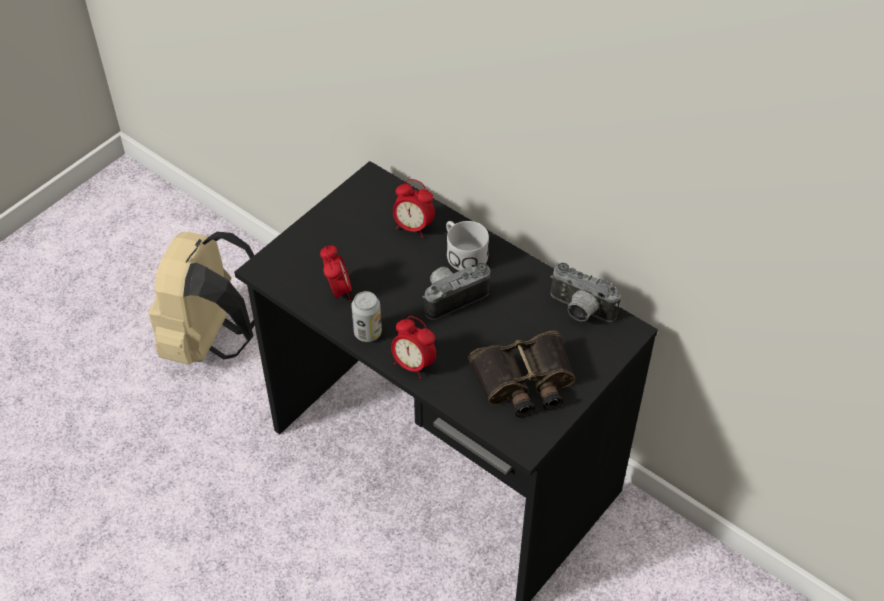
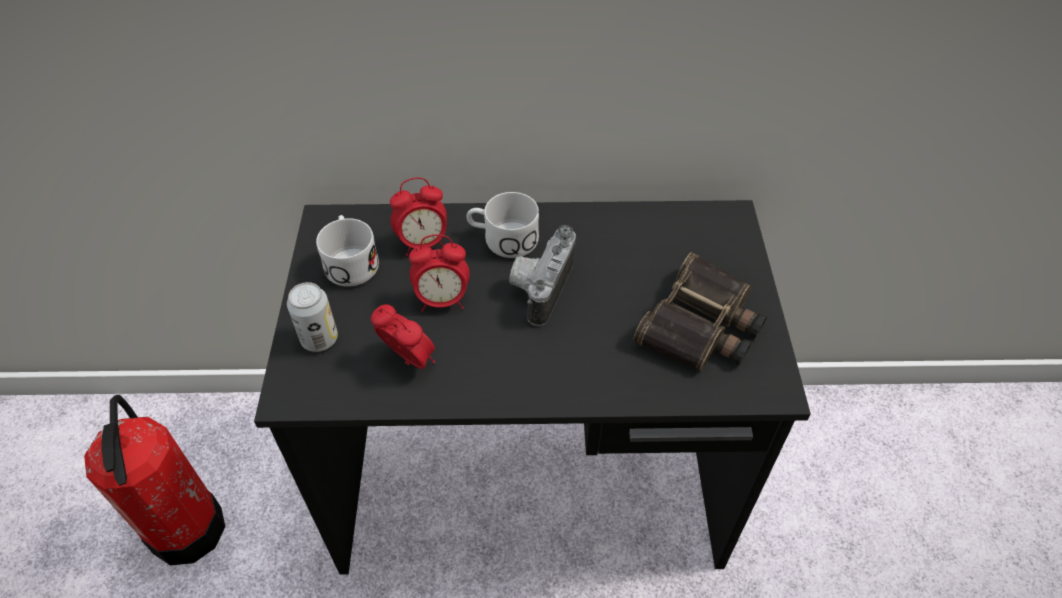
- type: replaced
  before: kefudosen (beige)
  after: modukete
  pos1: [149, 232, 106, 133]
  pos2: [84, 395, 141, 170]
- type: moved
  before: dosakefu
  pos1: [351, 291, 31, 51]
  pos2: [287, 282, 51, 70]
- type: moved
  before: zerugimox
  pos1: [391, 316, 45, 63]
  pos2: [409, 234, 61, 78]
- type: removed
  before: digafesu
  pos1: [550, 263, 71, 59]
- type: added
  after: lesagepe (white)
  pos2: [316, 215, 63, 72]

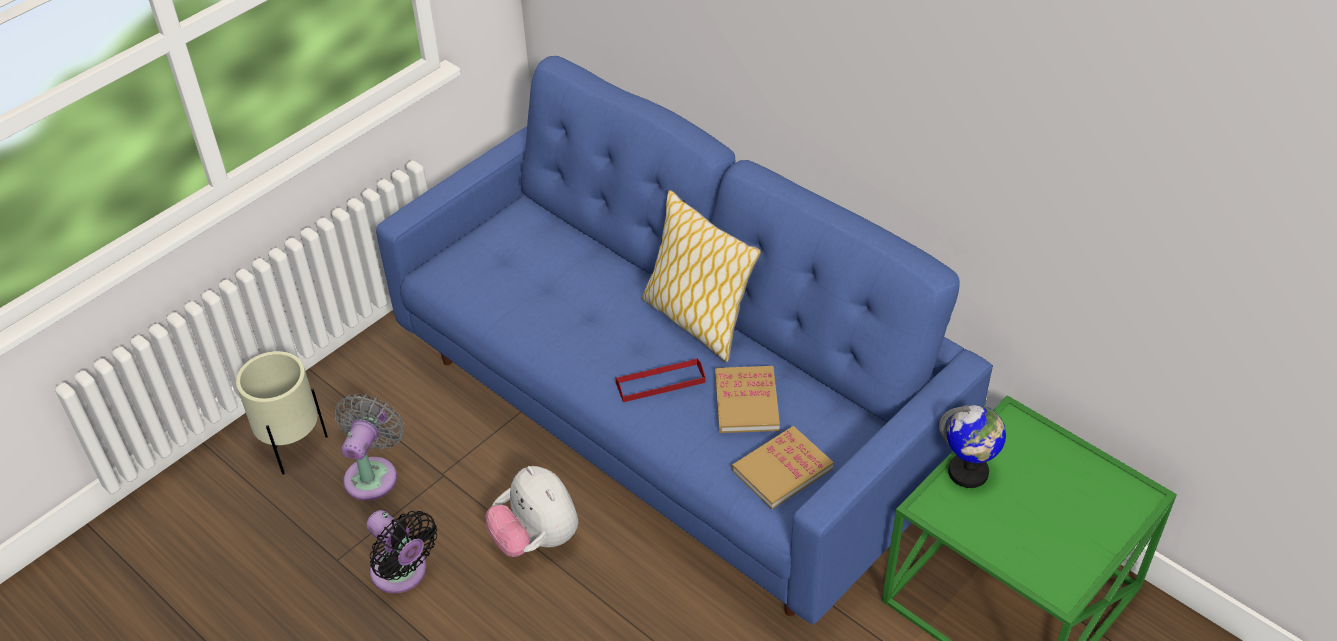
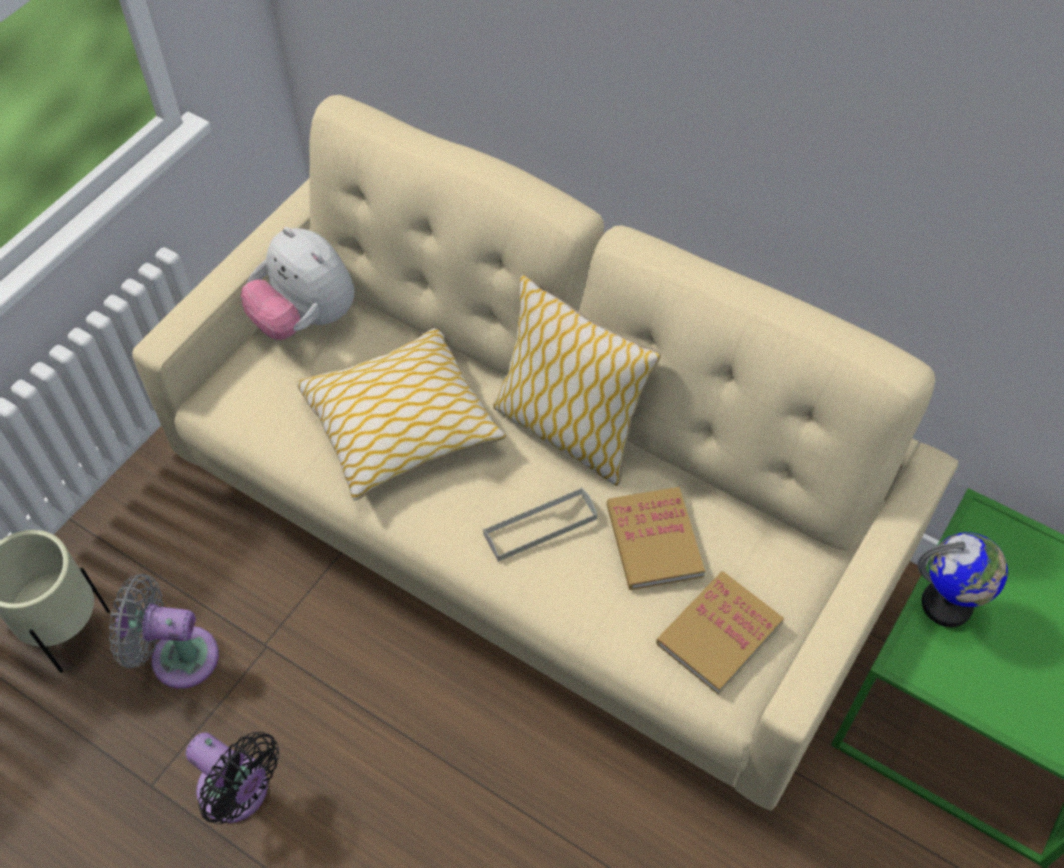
- type: turned
  before: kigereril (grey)
  pos1: [335, 393, 69, 107]
  pos2: [109, 574, 110, 115]
  turn: -90
- type: recoloured
  before: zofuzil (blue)
  after: zofuzil (beige)
  pos1: [376, 56, 617, 569]
  pos2: [132, 95, 826, 716]
- type: moved
  before: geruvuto
  pos1: [486, 466, 92, 91]
  pos2: [241, 227, 114, 113]
- type: recoloured
  before: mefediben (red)
  after: mefediben (grey)
  pos1: [616, 358, 90, 44]
  pos2: [483, 487, 114, 75]
- type: added
  after: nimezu
  pos2: [297, 328, 209, 172]

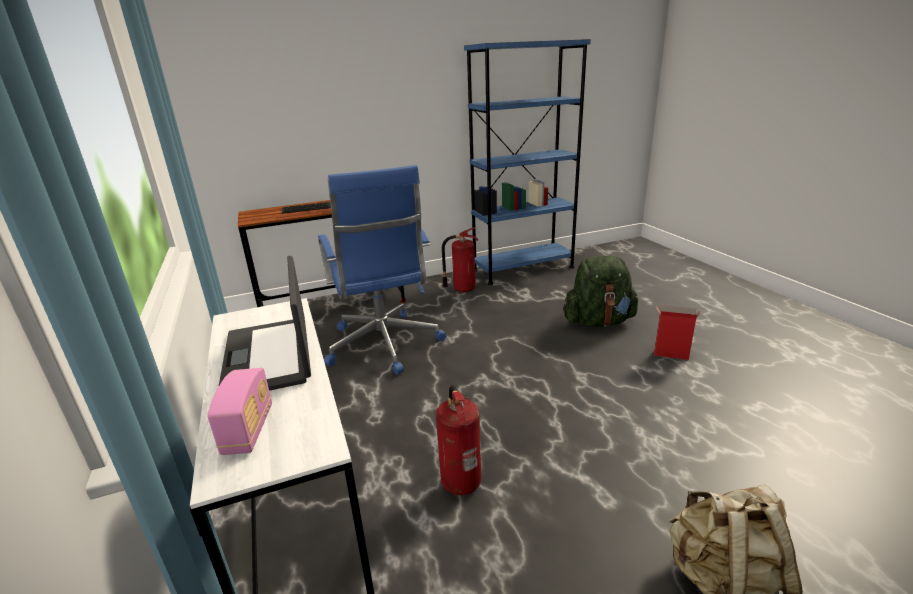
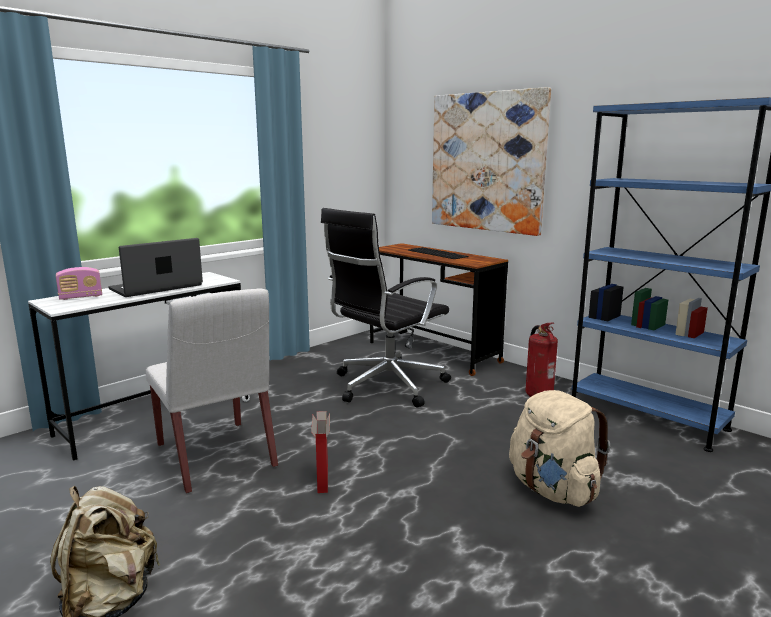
- type: recoloured
  before: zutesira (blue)
  after: zutesira (black)
  pos1: [318, 165, 128, 209]
  pos2: [321, 208, 130, 200]
- type: replaced
  before: modukete
  after: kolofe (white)
  pos1: [436, 385, 45, 110]
  pos2: [146, 288, 132, 206]
- type: recoloured
  before: kefudosen (green)
  after: kefudosen (beige)
  pos1: [563, 256, 76, 72]
  pos2: [509, 390, 101, 117]
- type: moved
  before: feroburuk
  pos1: [654, 305, 46, 55]
  pos2: [311, 411, 19, 82]
- type: added
  after: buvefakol
  pos2: [432, 87, 119, 149]

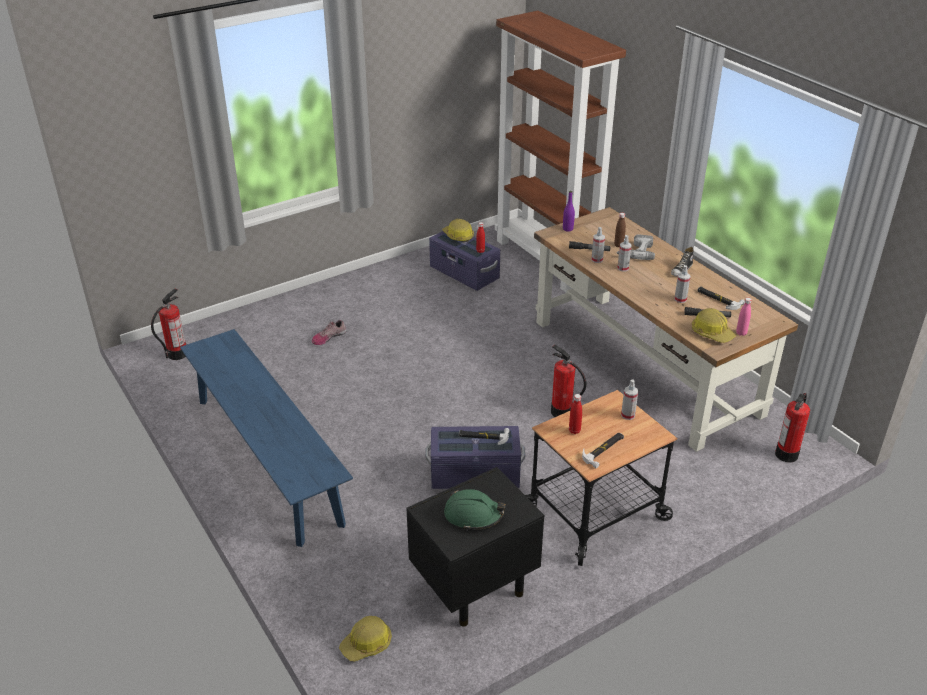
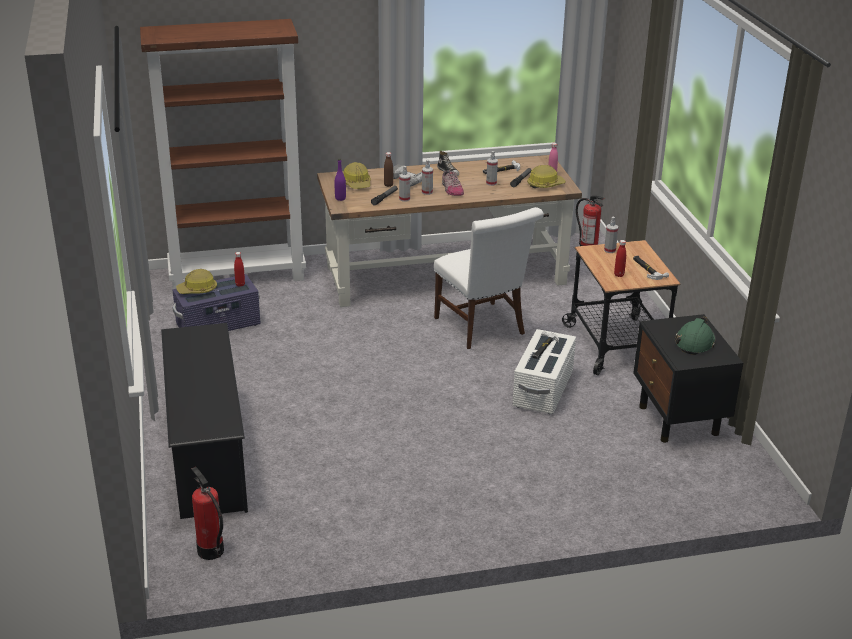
- type: removed
  before: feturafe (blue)
  pos1: [180, 329, 173, 218]
- type: moved
  before: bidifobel
  pos1: [312, 320, 35, 25]
  pos2: [442, 170, 22, 26]
- type: moved
  before: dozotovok
  pos1: [339, 616, 53, 46]
  pos2: [343, 162, 28, 27]
- type: recoloured
  before: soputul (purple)
  after: soputul (white)
  pos1: [426, 426, 99, 63]
  pos2: [513, 329, 63, 85]
- type: replaced
  before: modukete
  after: kolofe (white)
  pos1: [551, 345, 35, 72]
  pos2: [434, 207, 110, 142]
- type: added
  after: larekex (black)
  pos2: [161, 323, 87, 196]

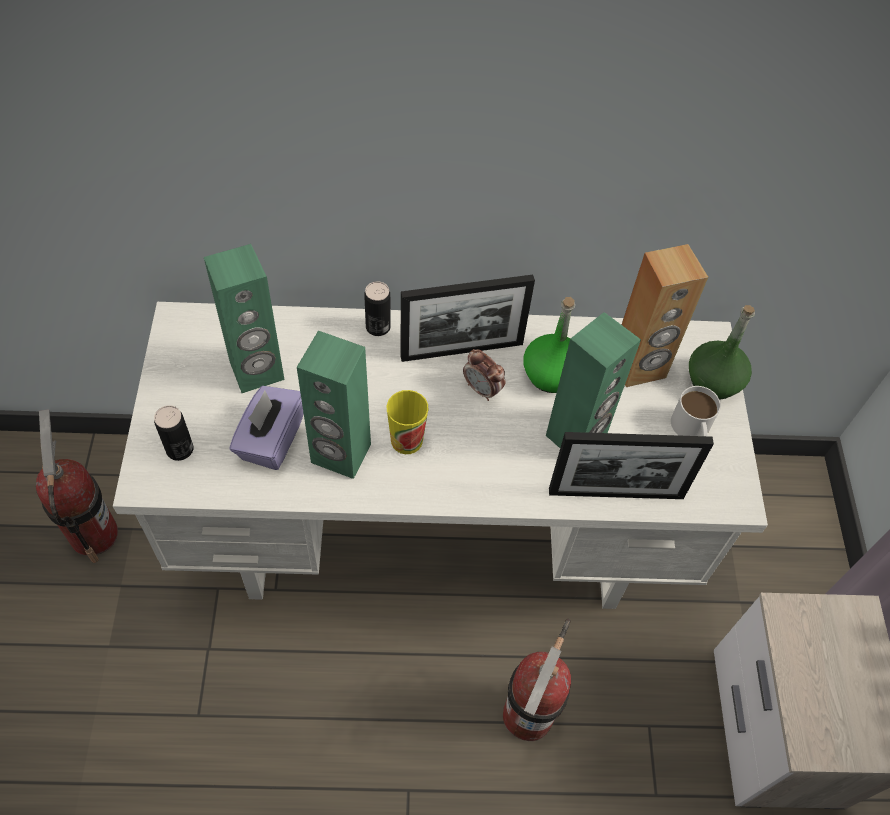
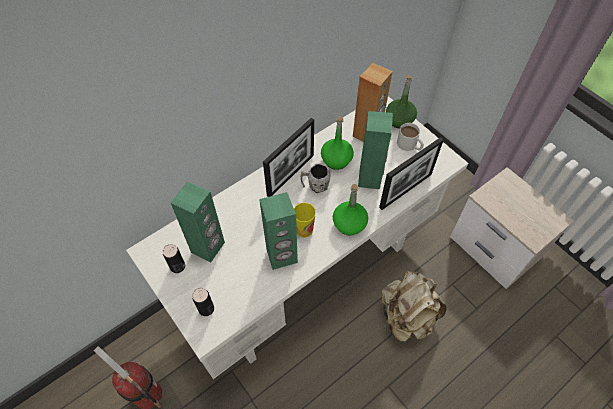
- type: removed
  before: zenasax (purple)
  pos1: [229, 386, 75, 84]
- type: moved
  before: dosakefu
  pos1: [364, 281, 27, 55]
  pos2: [162, 244, 23, 29]
- type: replaced
  before: zerugimox
  after: lesagepe (grey)
  pos1: [463, 349, 42, 52]
  pos2: [300, 164, 31, 29]
- type: replaced
  before: modukete
  after: kefudosen (beige)
  pos1: [503, 619, 68, 122]
  pos2: [382, 271, 65, 71]
- type: added
  after: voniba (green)
  pos2: [333, 184, 35, 51]

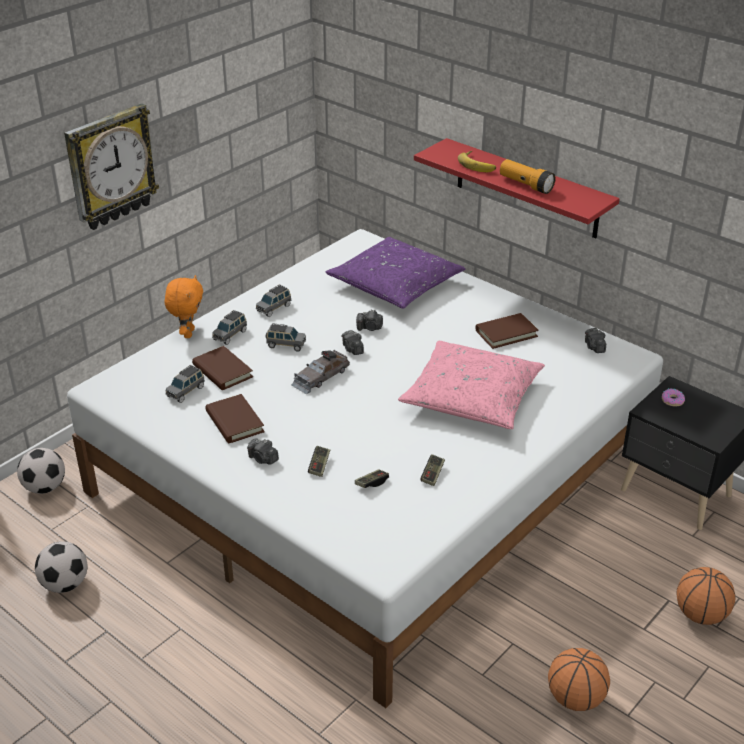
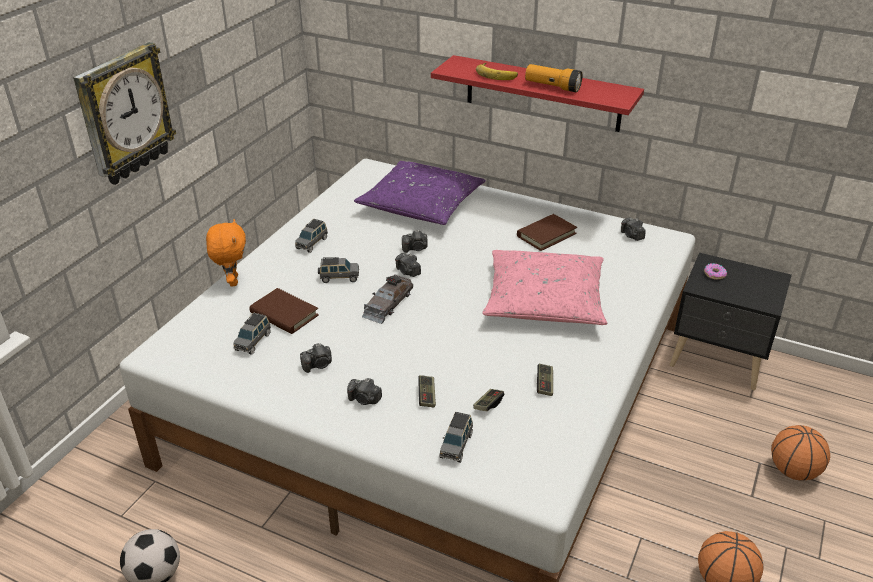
- type: removed
  before: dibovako
  pos1: [17, 448, 48, 46]
- type: replaced
  before: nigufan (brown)
  after: digafesu
  pos1: [205, 394, 60, 50]
  pos2: [300, 343, 32, 30]
- type: moved
  before: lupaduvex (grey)
  pos1: [212, 310, 35, 35]
  pos2: [439, 412, 34, 51]

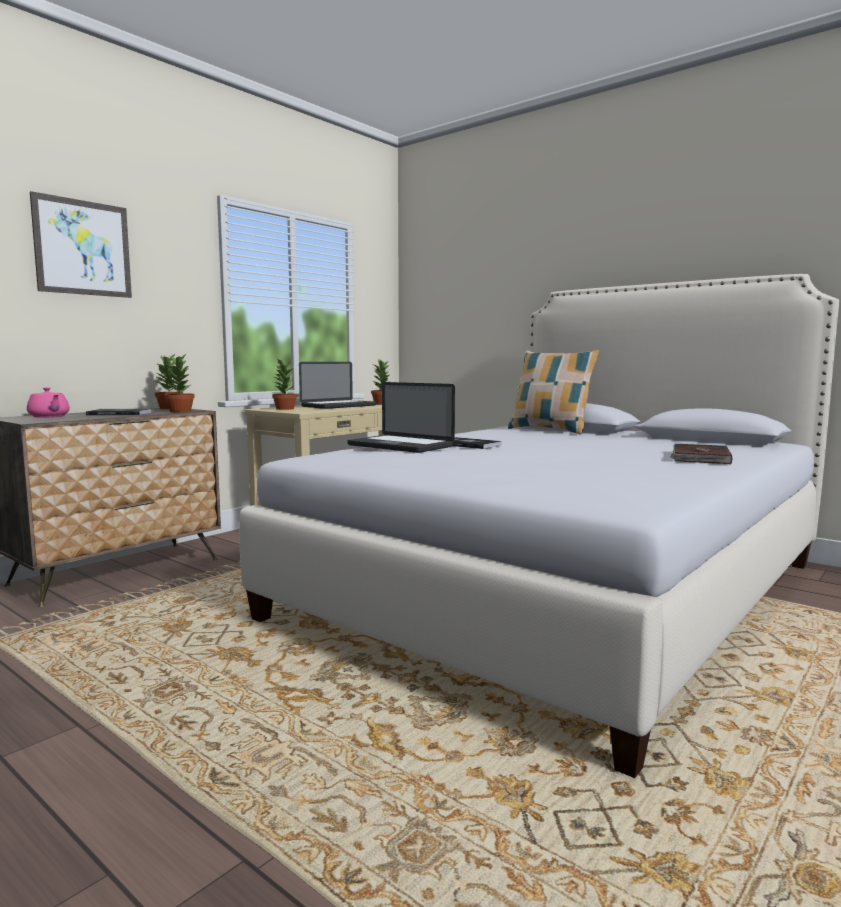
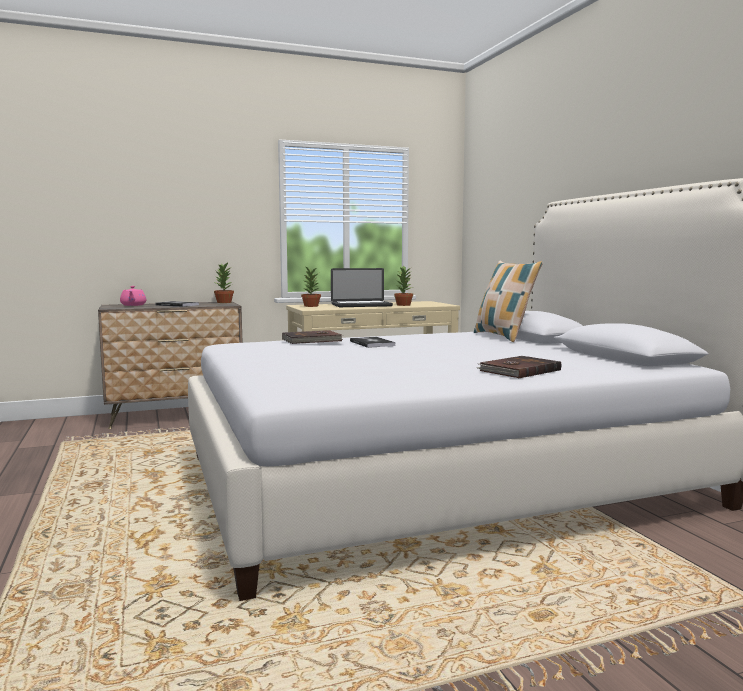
- type: removed
  before: buvefakol
  pos1: [30, 191, 102, 107]
- type: removed
  before: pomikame
  pos1: [164, 353, 31, 59]
- type: replaced
  before: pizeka
  after: nigufan (brown)
  pos1: [347, 382, 108, 71]
  pos2: [282, 330, 62, 14]

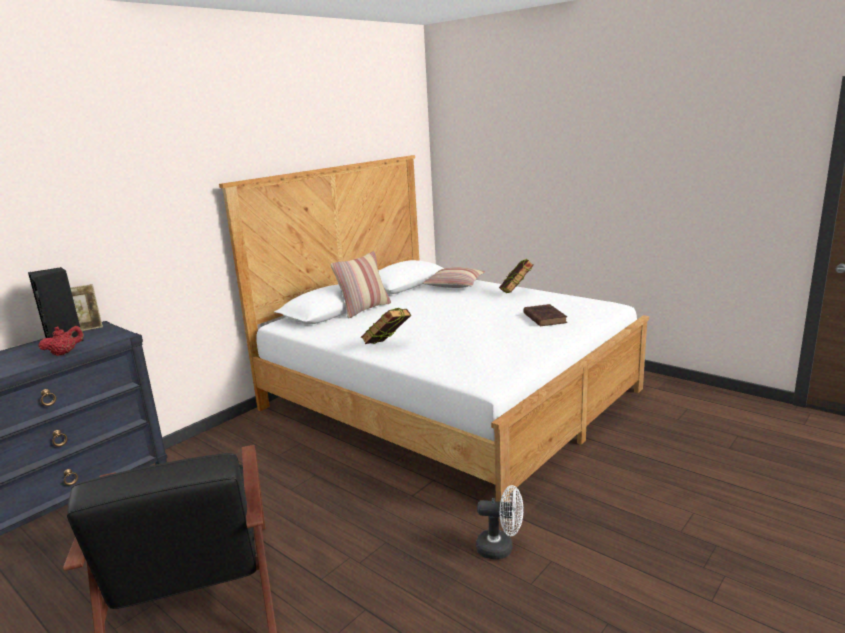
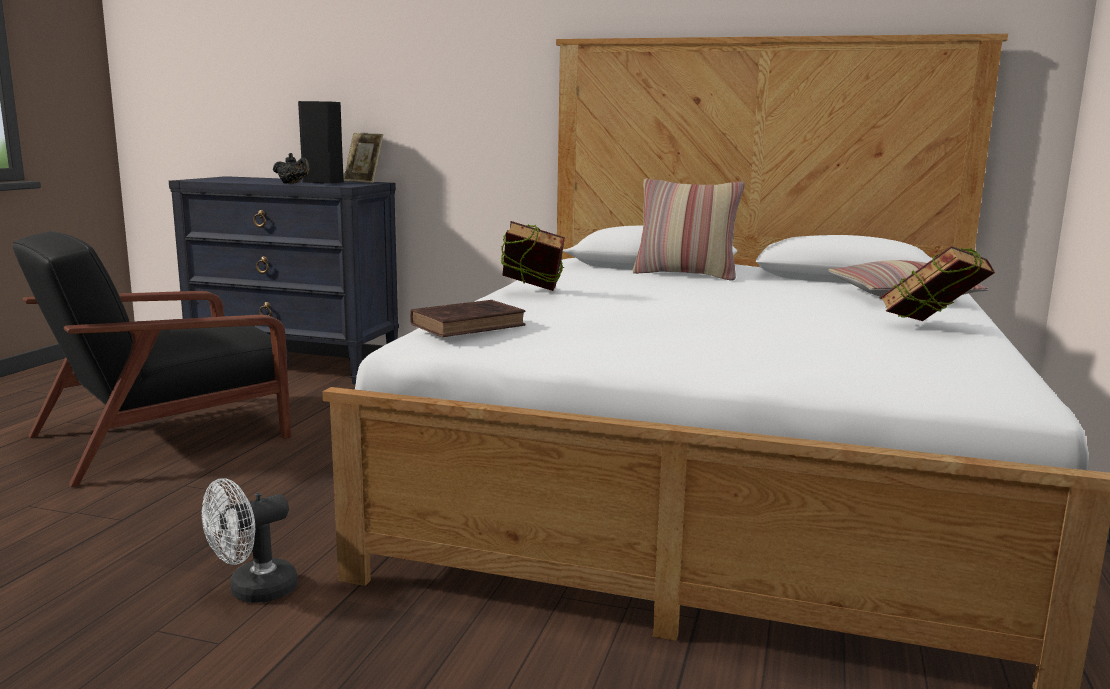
- type: recoloured
  before: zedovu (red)
  after: zedovu (black)
  pos1: [38, 326, 46, 30]
  pos2: [273, 153, 36, 31]
- type: turned
  before: kigereril (white)
  pos1: [476, 485, 47, 74]
  pos2: [201, 478, 97, 125]
  turn: 60
- type: moved
  before: nigufan (brown)
  pos1: [524, 304, 43, 23]
  pos2: [410, 300, 116, 37]

